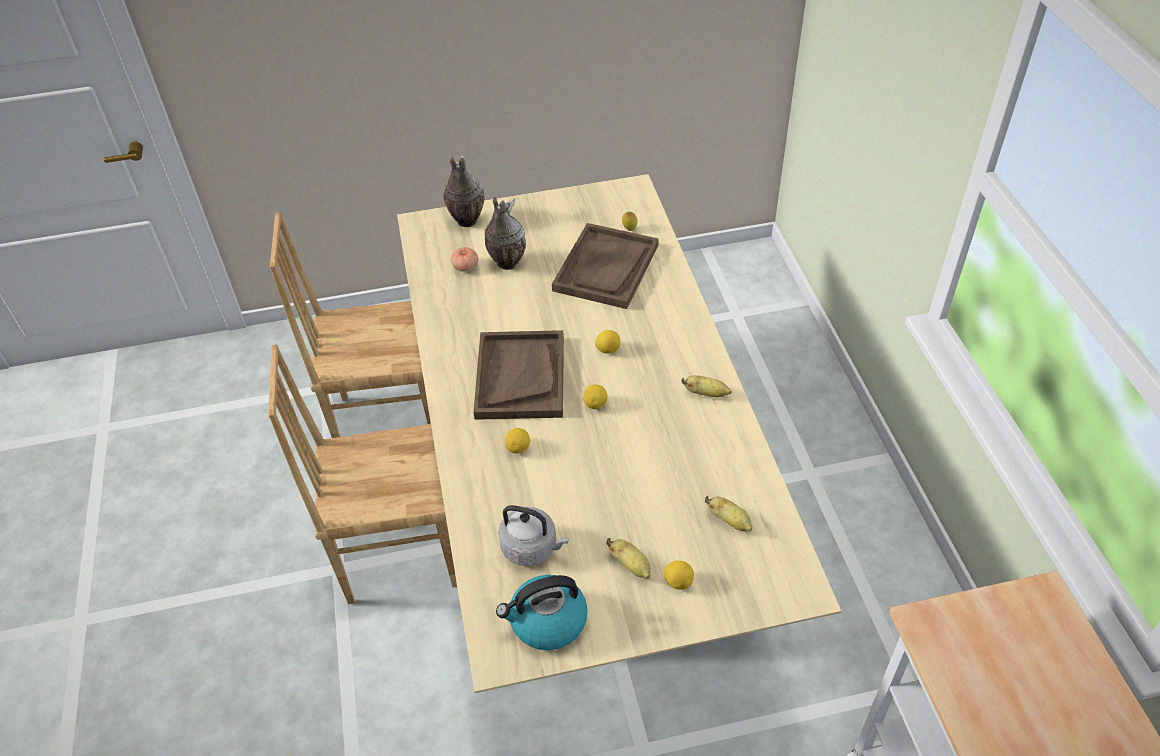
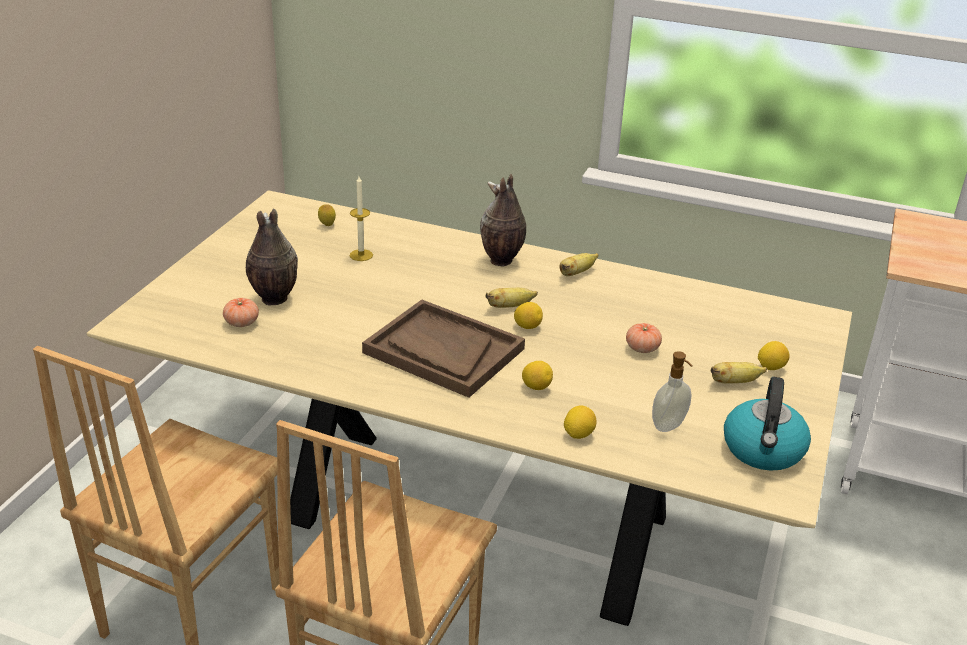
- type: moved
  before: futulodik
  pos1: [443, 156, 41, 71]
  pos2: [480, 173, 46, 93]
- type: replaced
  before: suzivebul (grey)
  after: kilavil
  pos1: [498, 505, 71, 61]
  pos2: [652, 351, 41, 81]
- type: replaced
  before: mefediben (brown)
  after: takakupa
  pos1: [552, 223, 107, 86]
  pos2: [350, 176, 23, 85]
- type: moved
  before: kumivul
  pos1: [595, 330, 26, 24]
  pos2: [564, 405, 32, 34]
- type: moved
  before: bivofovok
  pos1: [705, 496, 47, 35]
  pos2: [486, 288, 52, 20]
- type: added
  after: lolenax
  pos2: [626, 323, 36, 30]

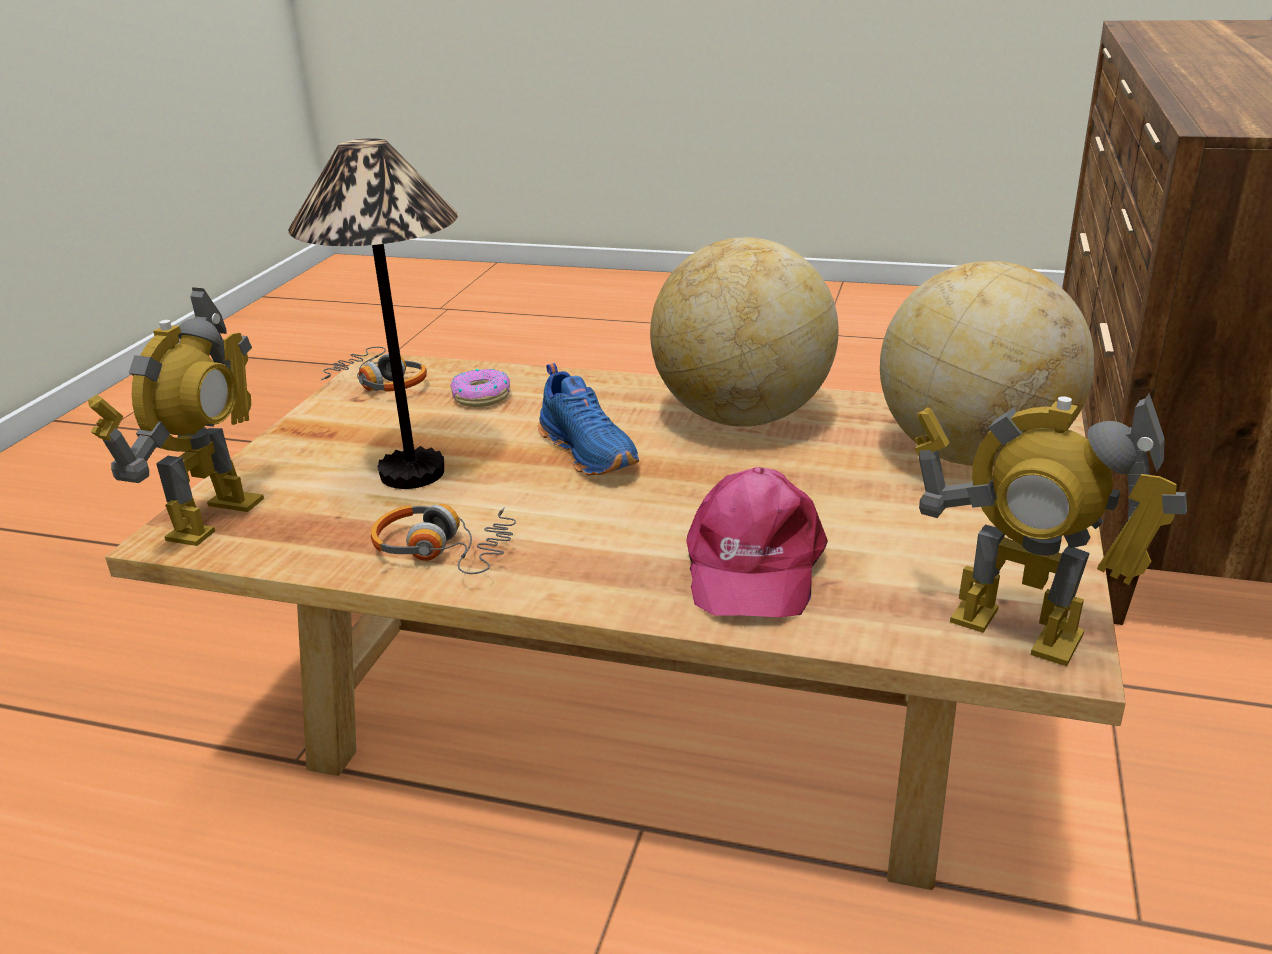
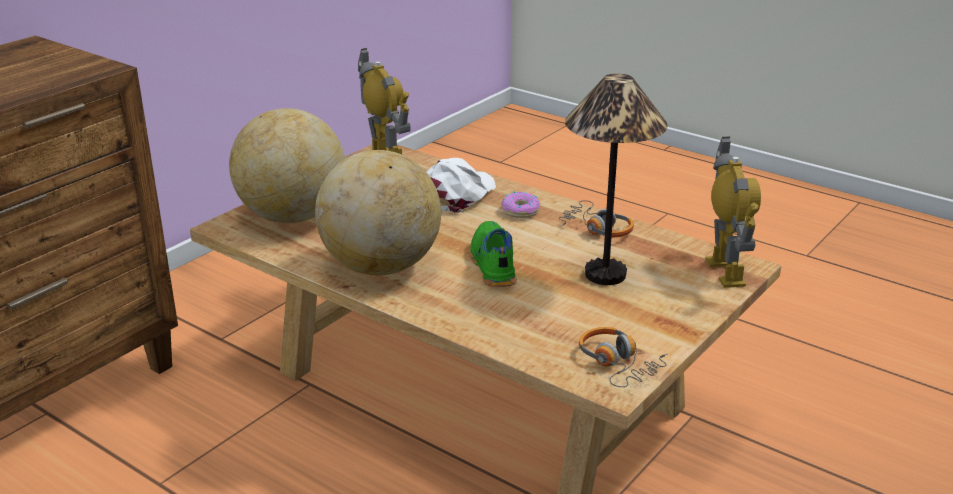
- type: turned
  before: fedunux
  pos1: [88, 287, 176, 259]
  pos2: [705, 136, 56, 152]
  turn: 135
- type: moved
  before: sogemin
  pos1: [450, 369, 60, 38]
  pos2: [501, 191, 39, 27]
- type: recoloured
  before: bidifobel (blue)
  after: bidifobel (green)
  pos1: [538, 363, 101, 113]
  pos2: [470, 221, 47, 66]
- type: recoloured
  before: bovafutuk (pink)
  after: bovafutuk (white)
  pos1: [686, 467, 142, 150]
  pos2: [427, 158, 69, 54]

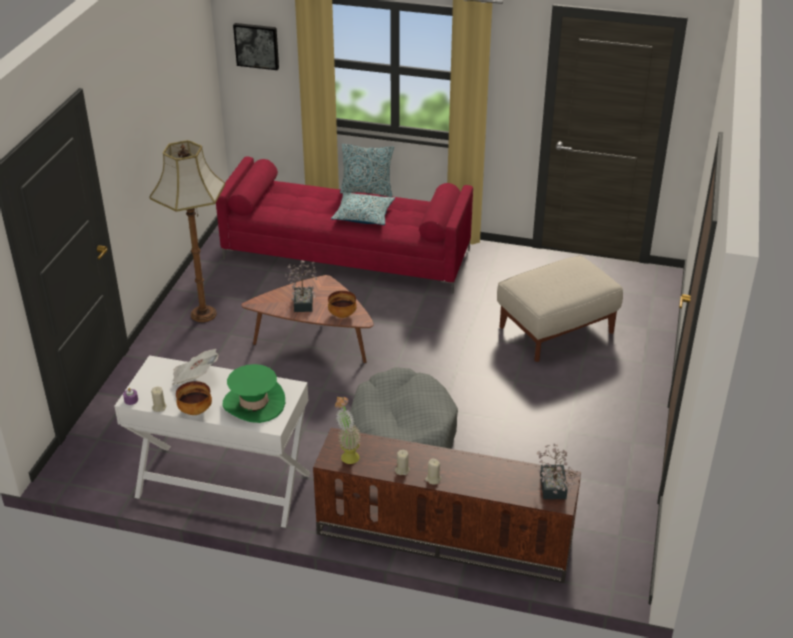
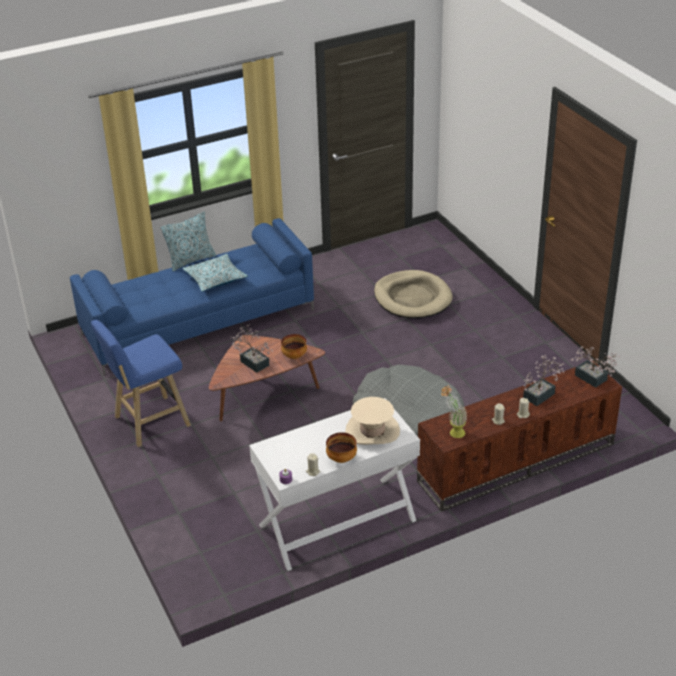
- type: replaced
  before: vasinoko
  after: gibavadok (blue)
  pos1: [149, 140, 76, 182]
  pos2: [91, 320, 100, 127]
- type: removed
  before: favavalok
  pos1: [173, 349, 46, 36]
- type: recoloured
  before: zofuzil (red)
  after: zofuzil (blue)
  pos1: [216, 157, 257, 136]
  pos2: [70, 218, 244, 157]
- type: recoloured
  before: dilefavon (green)
  after: dilefavon (beige)
  pos1: [223, 364, 62, 59]
  pos2: [345, 397, 55, 48]
- type: removed
  before: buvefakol
  pos1: [233, 23, 46, 47]
- type: replaced
  before: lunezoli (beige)
  after: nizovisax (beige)
  pos1: [497, 255, 126, 107]
  pos2: [374, 270, 79, 49]
- type: added
  after: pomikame
  pos2: [523, 355, 42, 51]

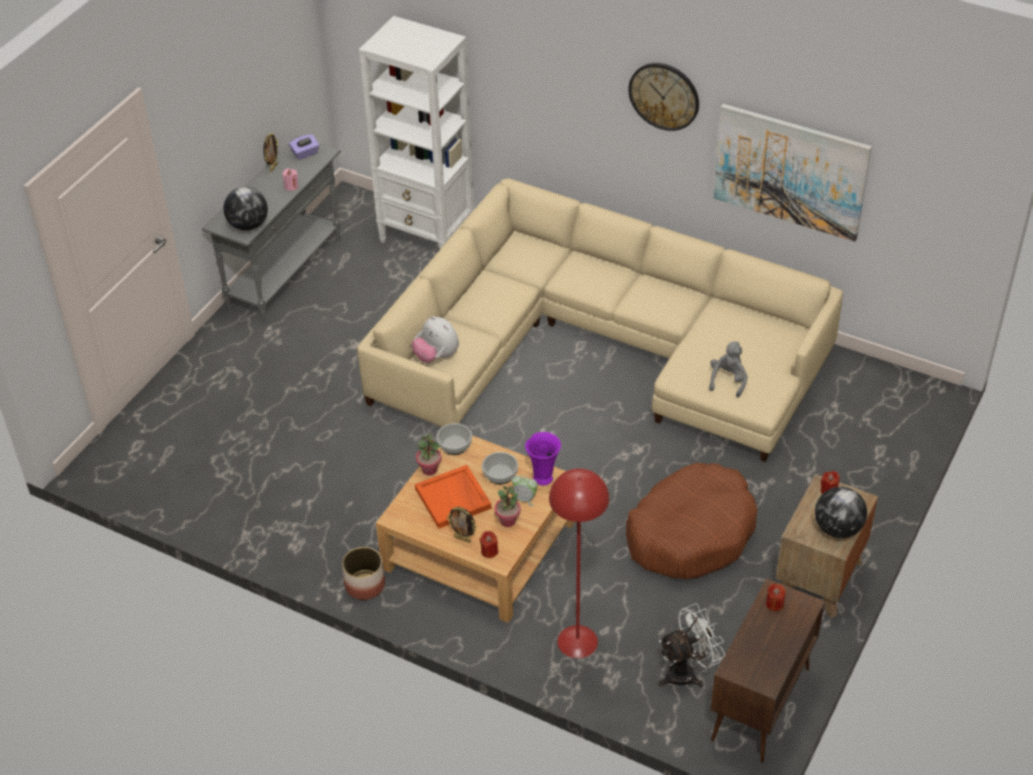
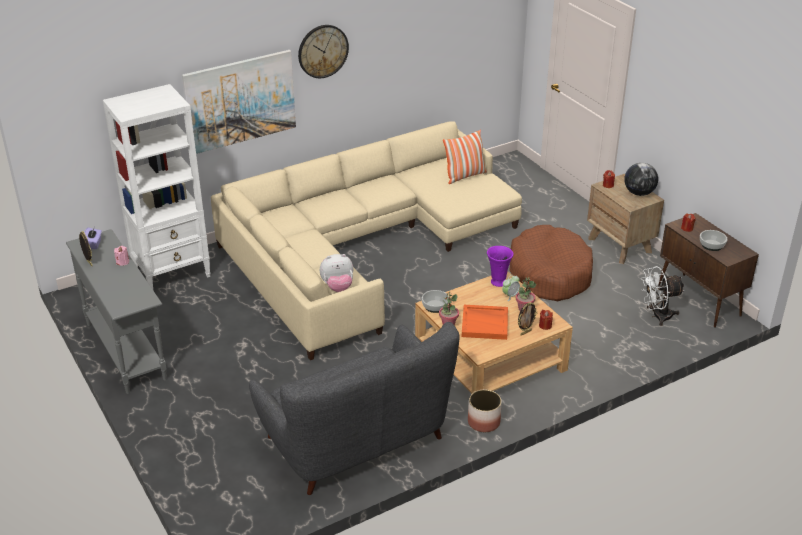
- type: removed
  before: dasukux
  pos1: [223, 187, 45, 44]
- type: moved
  before: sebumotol
  pos1: [482, 452, 36, 32]
  pos2: [700, 230, 27, 21]
- type: removed
  before: vasinoko (red)
  pos1: [549, 469, 60, 189]
- type: turned
  before: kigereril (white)
  pos1: [659, 603, 66, 84]
  pos2: [641, 266, 44, 60]
  turn: -105
- type: removed
  before: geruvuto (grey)
  pos1: [709, 342, 39, 55]
- type: moved
  before: buvefakol
  pos1: [713, 104, 159, 138]
  pos2: [182, 50, 114, 104]
- type: added
  after: zofuzil (grey)
  pos2: [249, 322, 211, 173]
- type: added
  after: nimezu
  pos2: [443, 130, 44, 54]

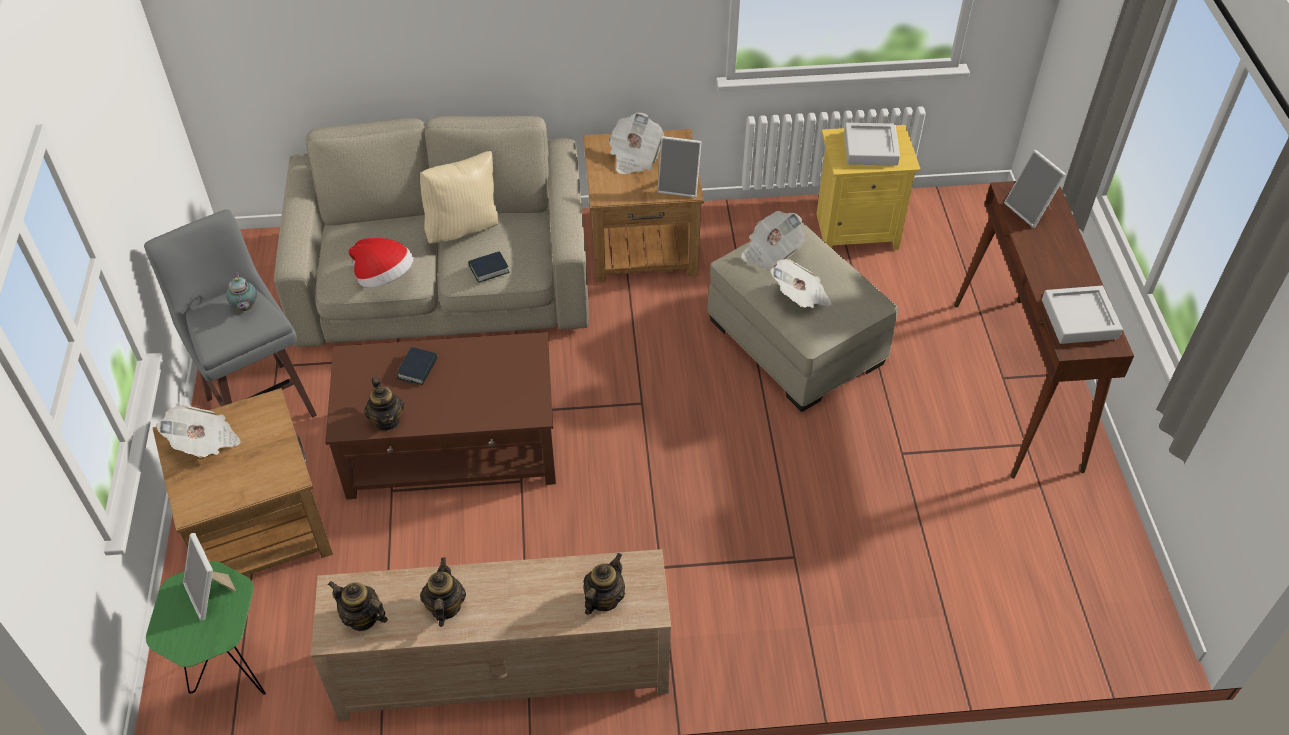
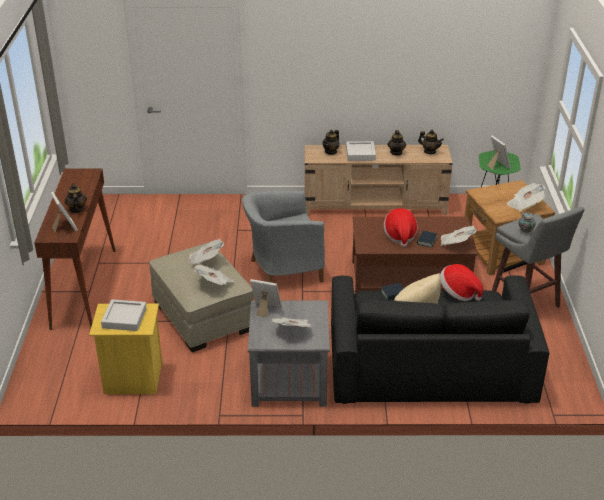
- type: recoloured
  before: zofuzil (beige)
  after: zofuzil (black)
  pos1: [274, 116, 315, 231]
  pos2: [331, 275, 218, 129]
- type: moved
  before: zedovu
  pos1: [364, 377, 40, 53]
  pos2: [64, 184, 23, 29]
- type: recoloured
  before: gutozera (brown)
  after: gutozera (grey)
  pos1: [583, 129, 121, 153]
  pos2: [248, 301, 82, 106]
- type: moved
  before: mefediben (grey)
  pos1: [1042, 286, 81, 58]
  pos2: [346, 141, 30, 20]
- type: added
  after: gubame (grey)
  pos2: [242, 191, 83, 92]
- type: added
  after: dilefavon
  pos2: [384, 208, 33, 39]
- type: added
  after: favavalok
  pos2: [441, 226, 35, 19]

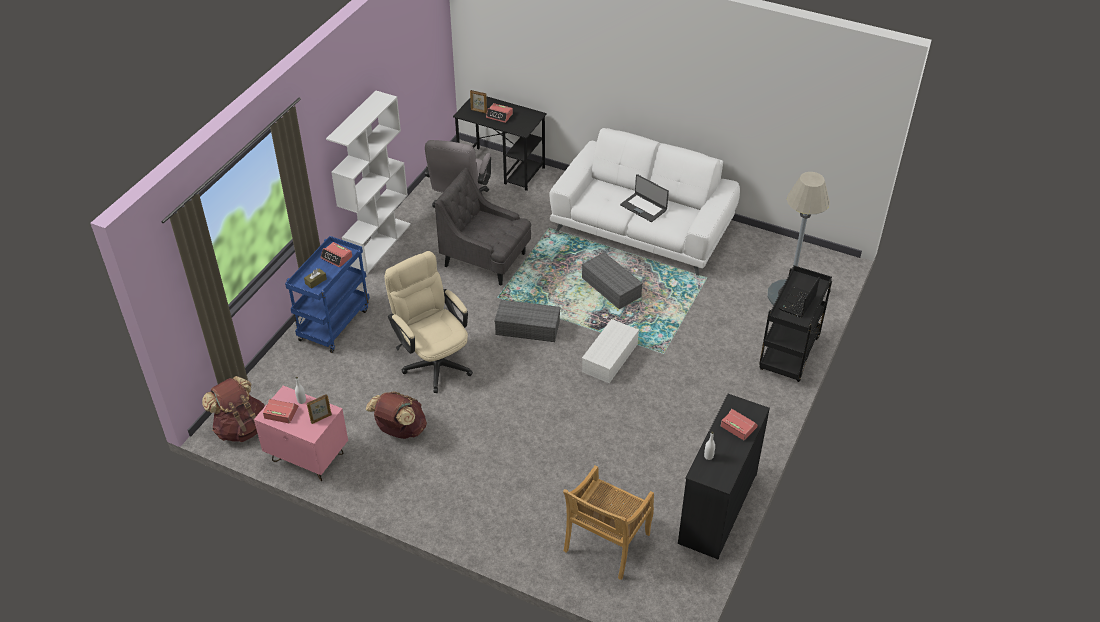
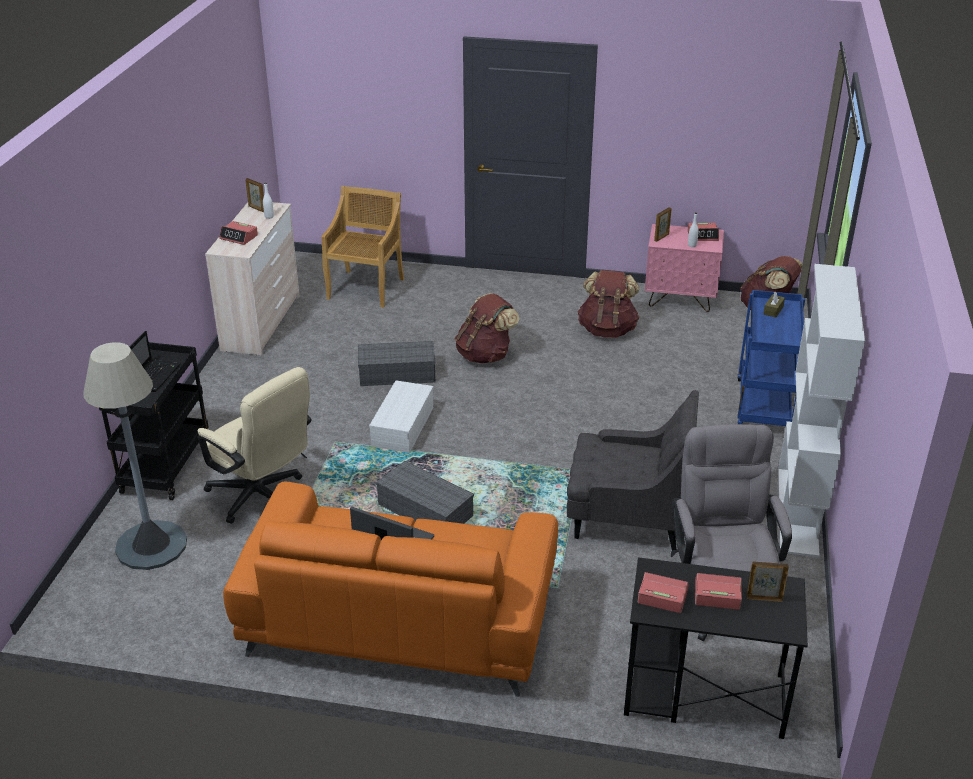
- type: moved
  before: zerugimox
  pos1: [320, 242, 32, 26]
  pos2: [638, 572, 51, 41]
- type: moved
  before: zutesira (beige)
  pos1: [385, 251, 88, 142]
  pos2: [198, 367, 113, 157]
- type: moved
  before: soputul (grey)
  pos1: [494, 300, 66, 42]
  pos2: [358, 341, 78, 45]
- type: recoloured
  before: zofuzil (white)
  after: zofuzil (orange)
  pos1: [550, 128, 190, 148]
  pos2: [223, 482, 335, 215]
- type: recoloured
  before: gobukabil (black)
  after: gobukabil (beige)
  pos1: [678, 394, 92, 166]
  pos2: [205, 202, 95, 153]
- type: added
  after: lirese
  pos2: [245, 178, 19, 34]
- type: added
  after: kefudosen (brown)
  pos2: [455, 293, 65, 70]

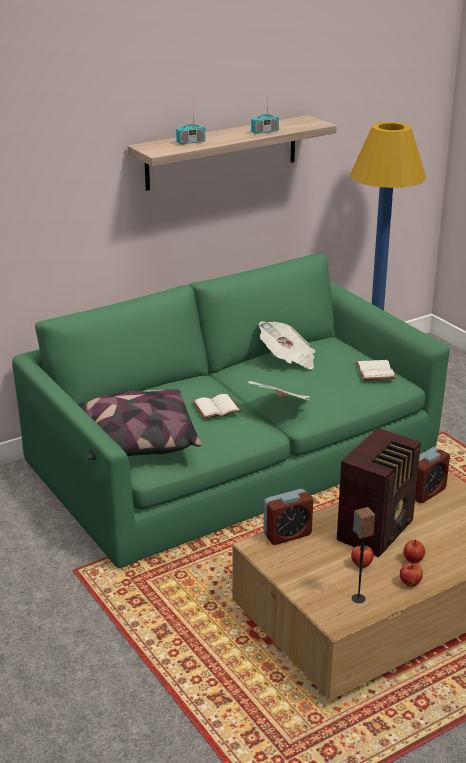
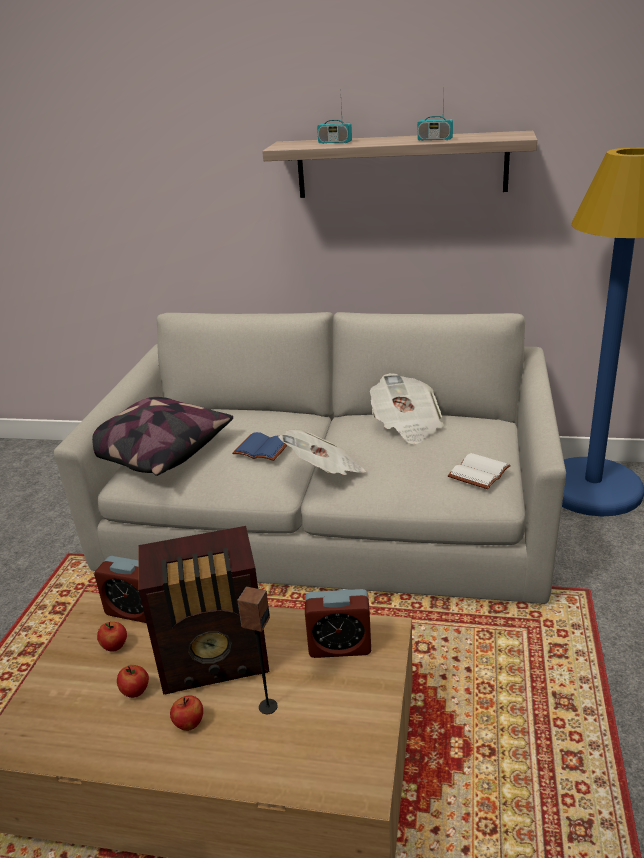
- type: recoloured
  before: zofuzil (green)
  after: zofuzil (grey)
  pos1: [12, 254, 438, 314]
  pos2: [54, 312, 512, 292]
- type: recoloured
  before: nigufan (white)
  after: nigufan (blue)
  pos1: [193, 394, 49, 25]
  pos2: [232, 432, 55, 29]
- type: moved
  before: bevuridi
  pos1: [352, 507, 23, 96]
  pos2: [237, 587, 41, 127]
- type: moved
  before: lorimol
  pos1: [400, 563, 23, 24]
  pos2: [97, 622, 30, 30]

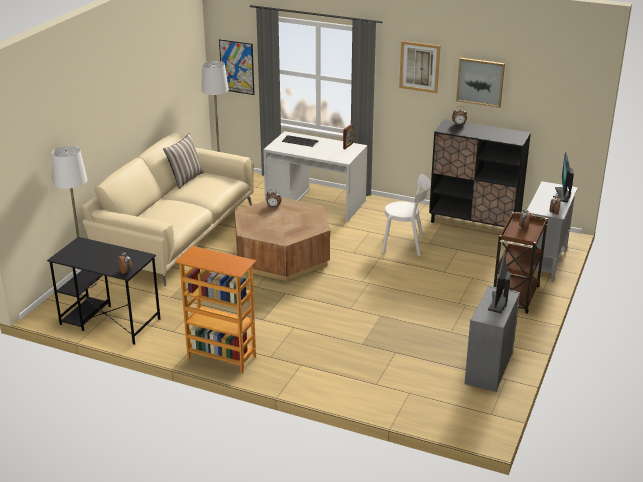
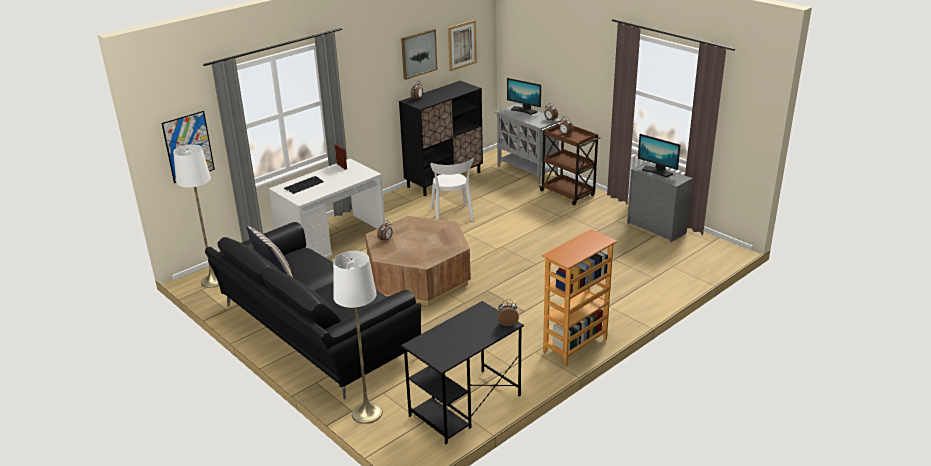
- type: recoloured
  before: zofuzil (beige)
  after: zofuzil (black)
  pos1: [81, 133, 173, 153]
  pos2: [205, 222, 216, 177]
- type: turned
  before: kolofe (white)
  pos1: [382, 174, 49, 82]
  pos2: [430, 158, 44, 63]
  turn: 135
- type: moved
  before: buvefakol
  pos1: [399, 41, 41, 52]
  pos2: [448, 20, 29, 51]

